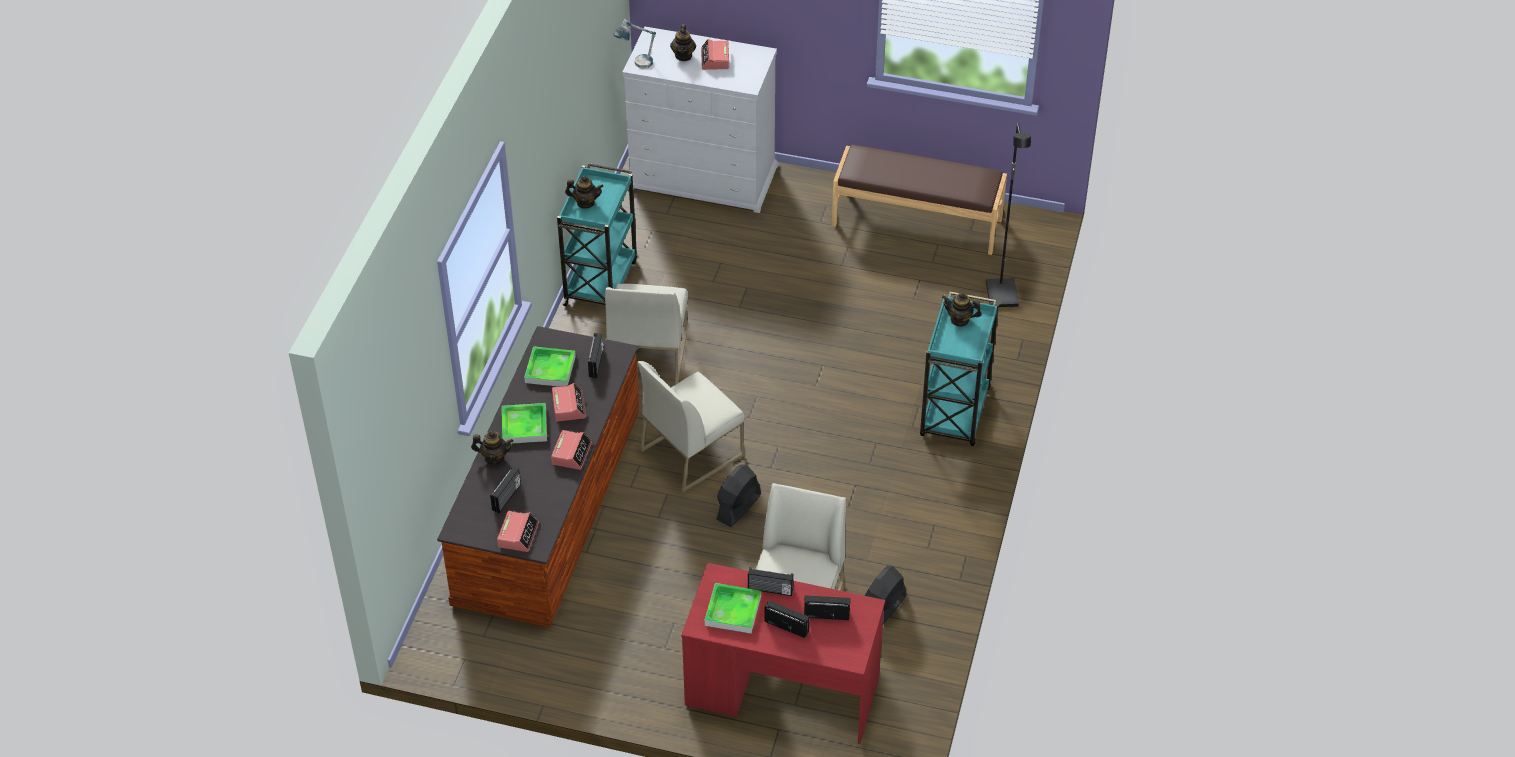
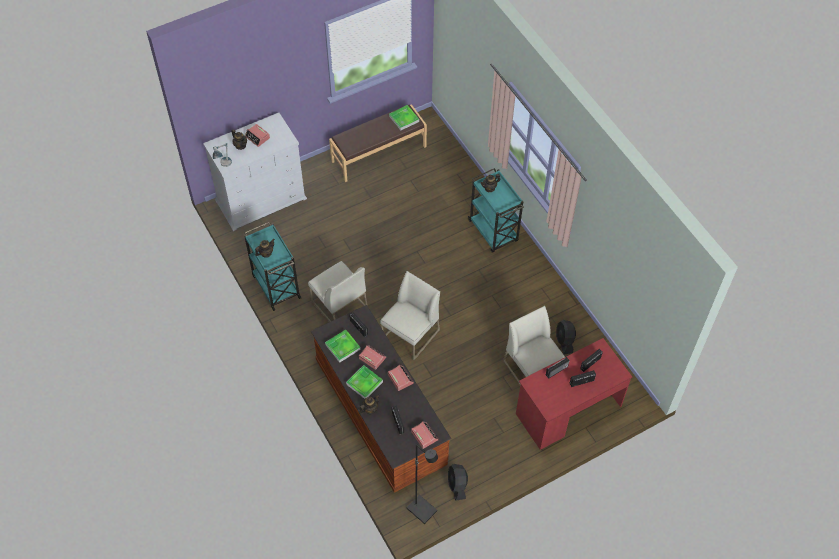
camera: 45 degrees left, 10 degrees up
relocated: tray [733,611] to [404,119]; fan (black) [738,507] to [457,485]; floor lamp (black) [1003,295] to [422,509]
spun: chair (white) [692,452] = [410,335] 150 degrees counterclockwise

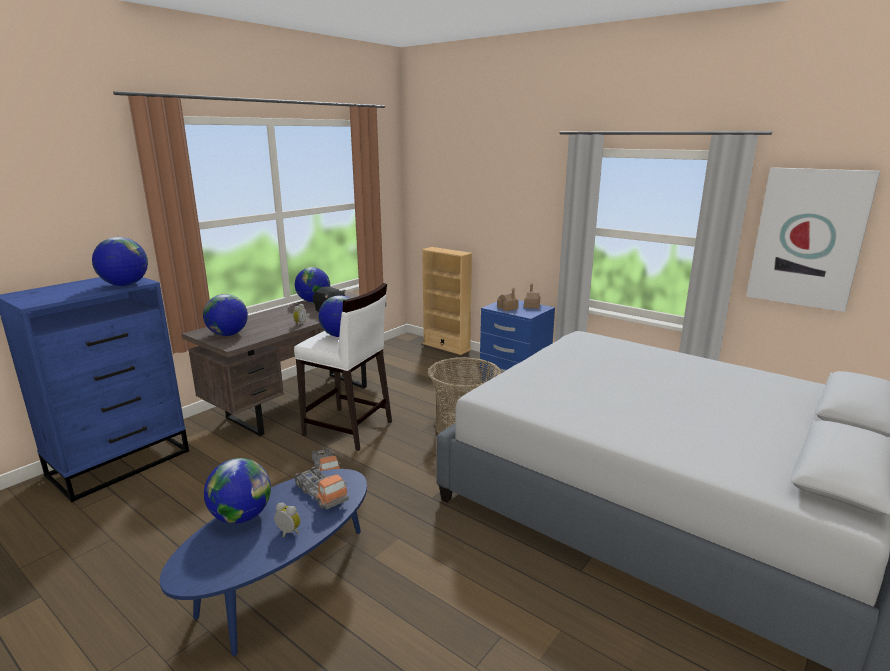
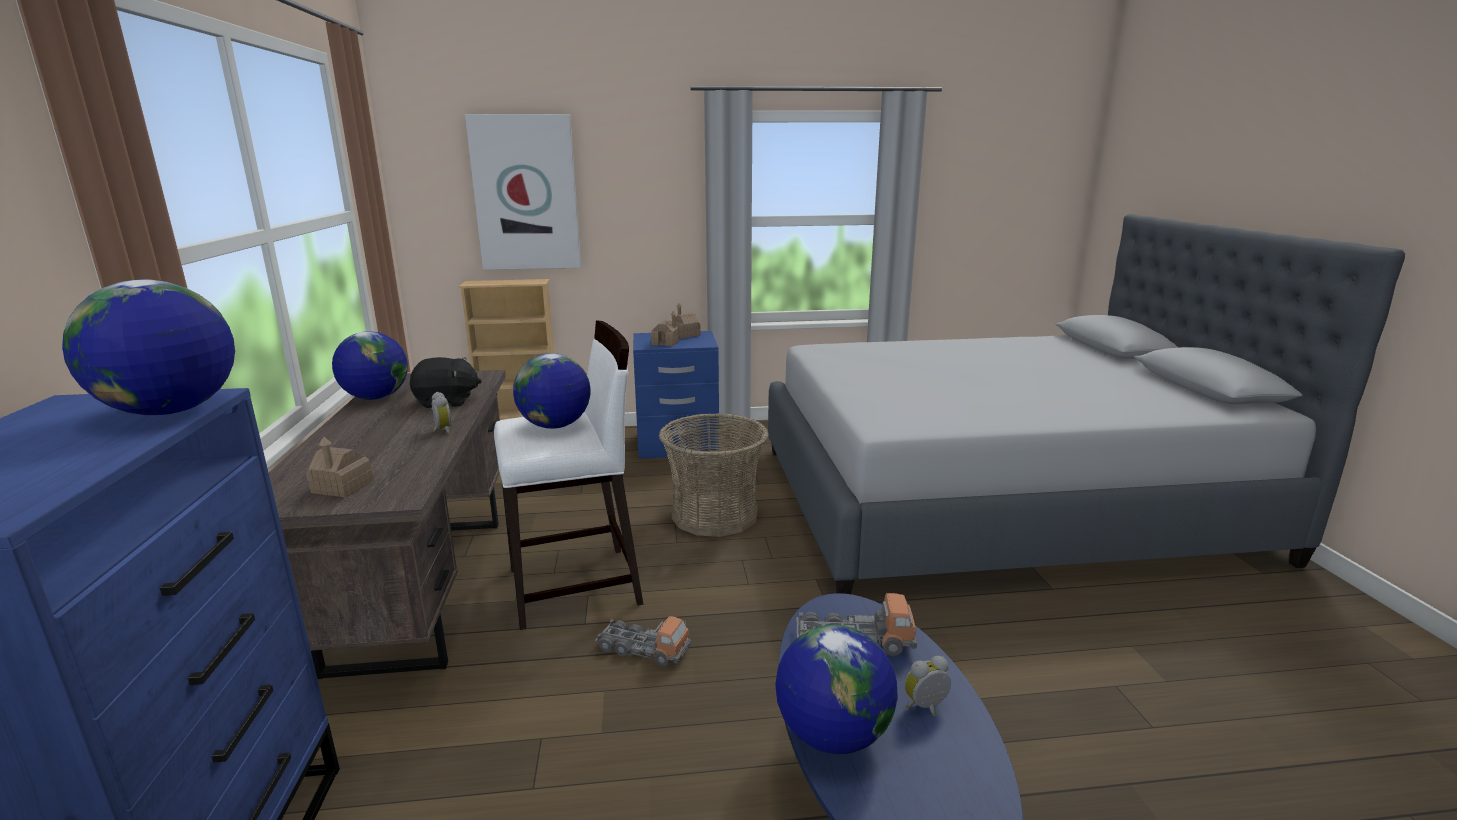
camera: 45 degrees left, 0 degrees up
relocated: picture [808,238] to [526,193]
exchanged: globe [228,334] to toy house [342,487]

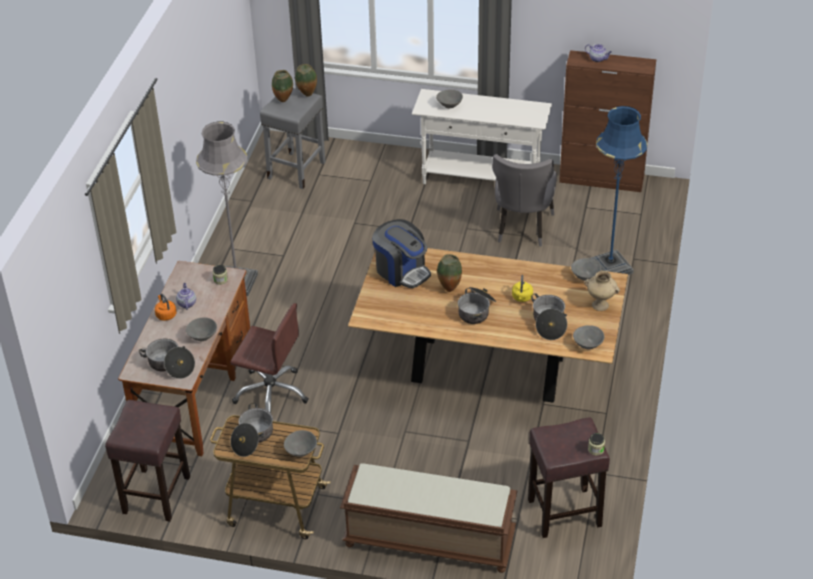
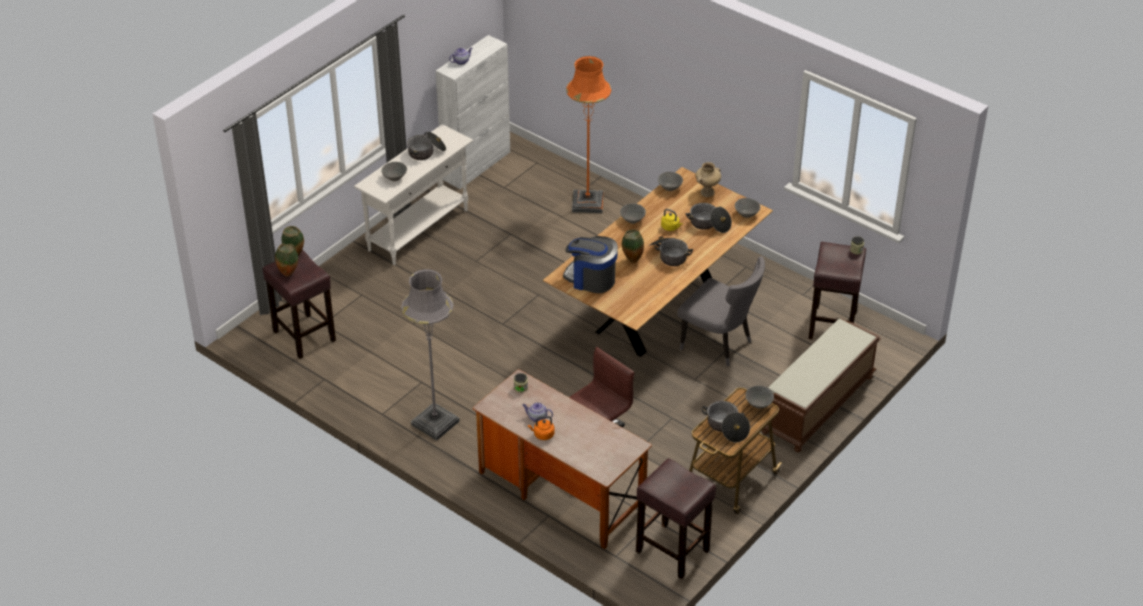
camera: 65 degrees left, 0 degrees up
relocated: cooking pot [170,365] to [426,152]; bowl (grey) [202,337] to [632,220]; chair (grey) [522,229] to [719,344]
colour: stool (grey) [297,169] to stool (brown) [303,335]; cabinet (brown) [602,179] to cabinet (white) [476,165]; floor lamp (blue) [610,267] to floor lamp (orange) [587,203]
spun: coffee machine [401,271] = [591,279] 135 degrees counterclockwise

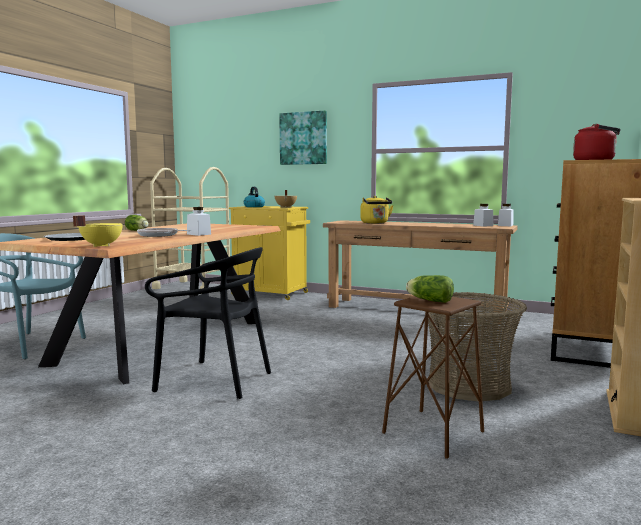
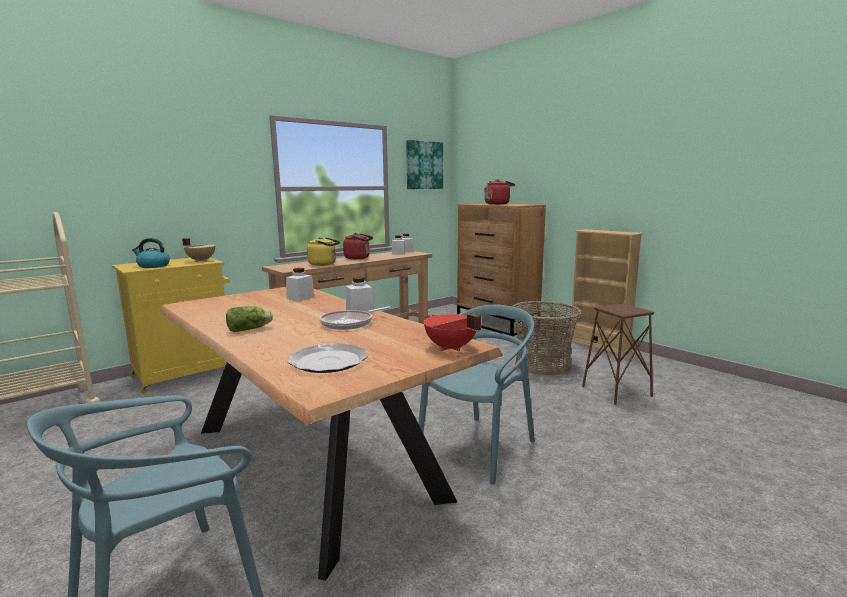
camera: 65 degrees left, 5 degrees up
missing: lettuce [428,300]
appeared: jar (white) [300,298]; kettle (red) [358,258]
relocated: picture [303,138] to [424,165]
colour: cooking pot (yellow) [100,245] to cooking pot (red) [450,348]; chair (black) [214,380] to chair (turquoise) [478,447]

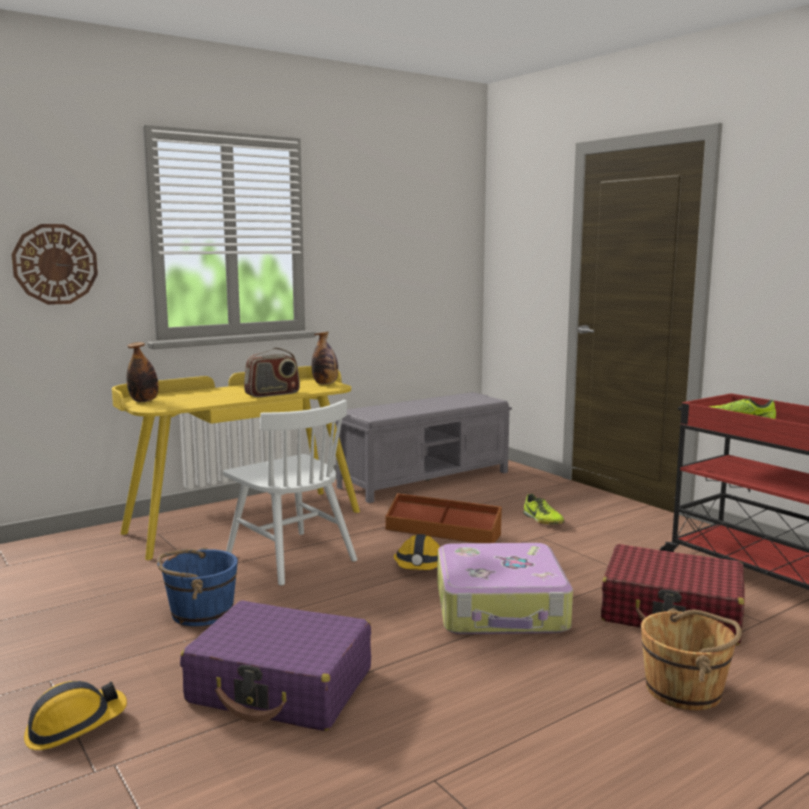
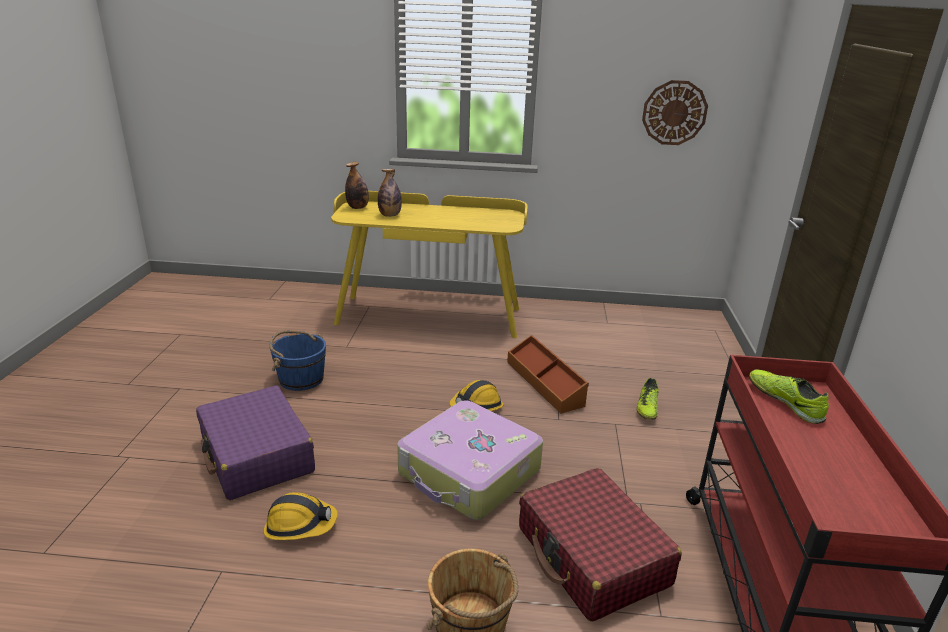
camera: 40 degrees right, 15 degrees up
missing: chair (white) [290,557]; radio [272,394]; bench (grey) [426,479]
relocated: wall clock [55,264] to [674,113]; hard hat [74,726] to [300,525]; bottle [325,384] to [390,215]

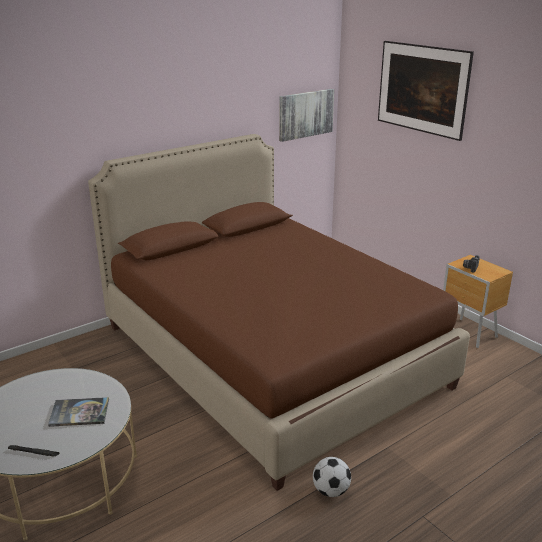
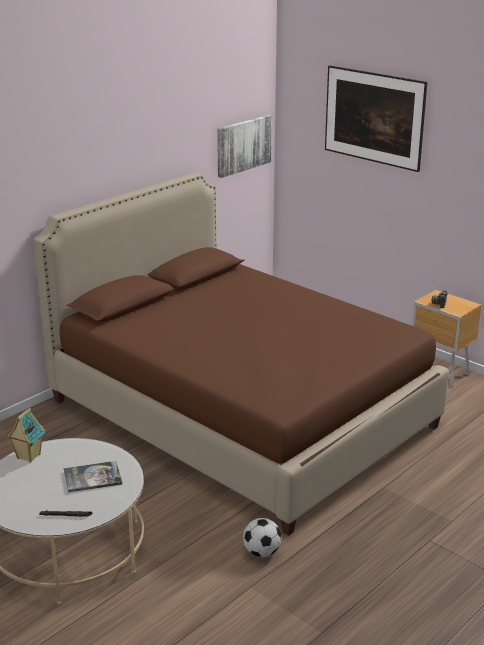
camera: 10 degrees left, 0 degrees up
appeared: toy house [28,456]
relocated: football [331,491] to [262,552]

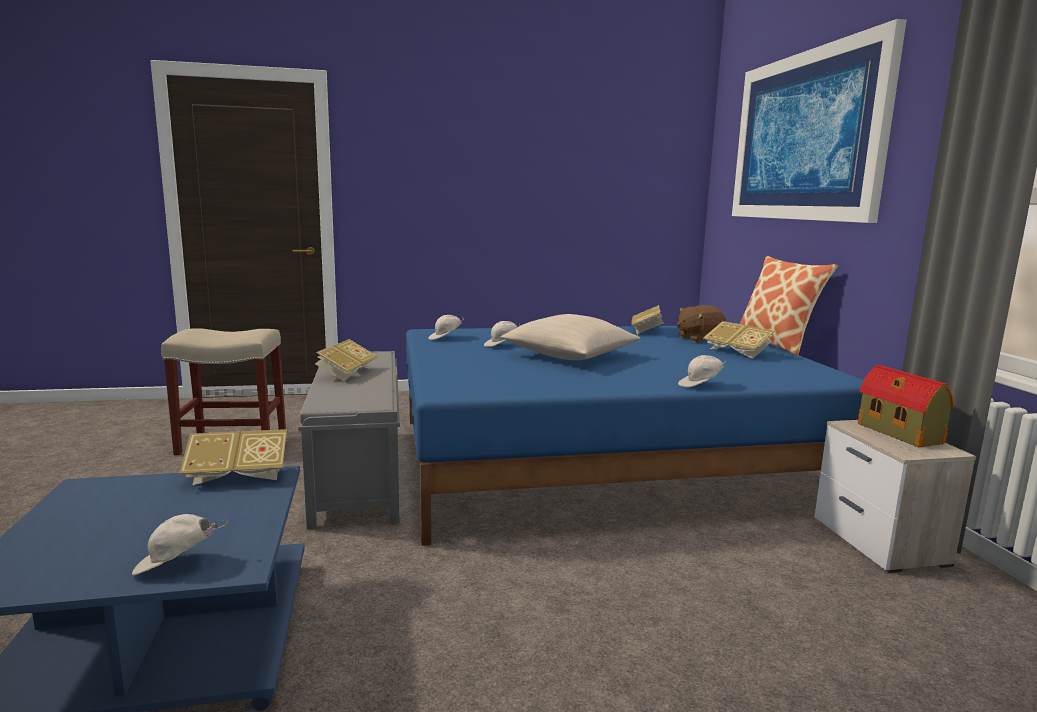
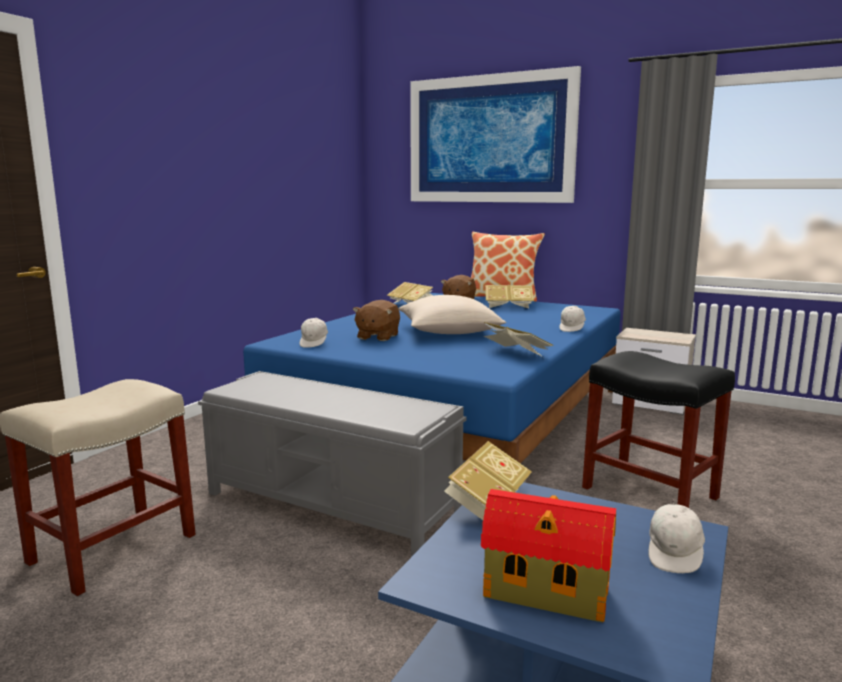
camera: 50 degrees left, 0 degrees up
appeared: stool (black) [651,493]
relocated: book [347,374] to [515,353]; toy house [900,434] to [549,594]
exchanged: cap (white) [502,345] to plush toy (brown) [377,337]

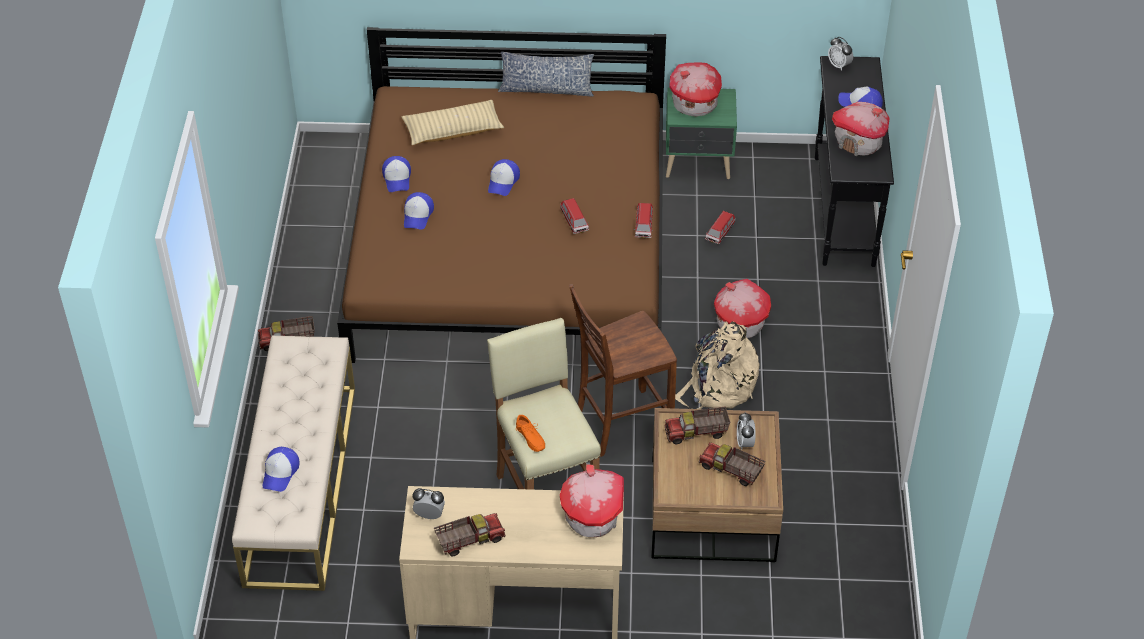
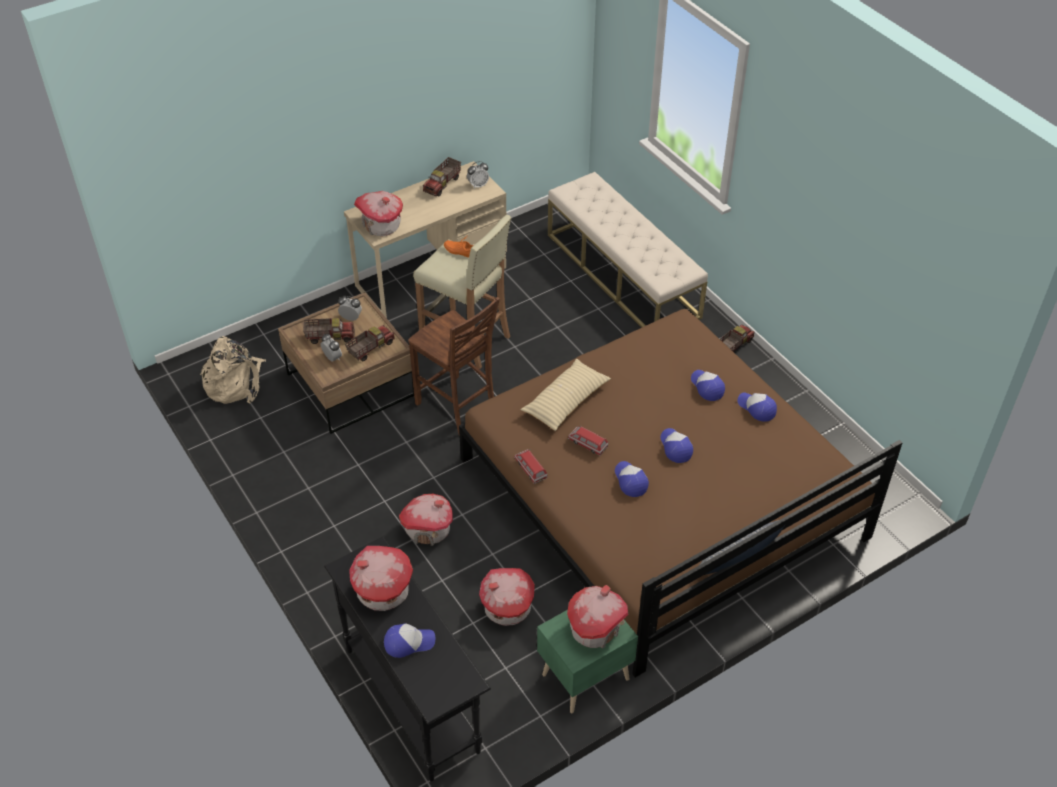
camera: 145 degrees right, 0 degrees up
relocated: cap [280,472] to [630,481]; pillow (beige) [453,130] to [566,401]; backpack (beige) [717,386] to [235,383]; alarm clock [839,65] to [351,318]
exchanged: toy car [720,232] to toy house [507,609]
spun: chair (brown) [620,424] = [457,408] 105 degrees clockwise

